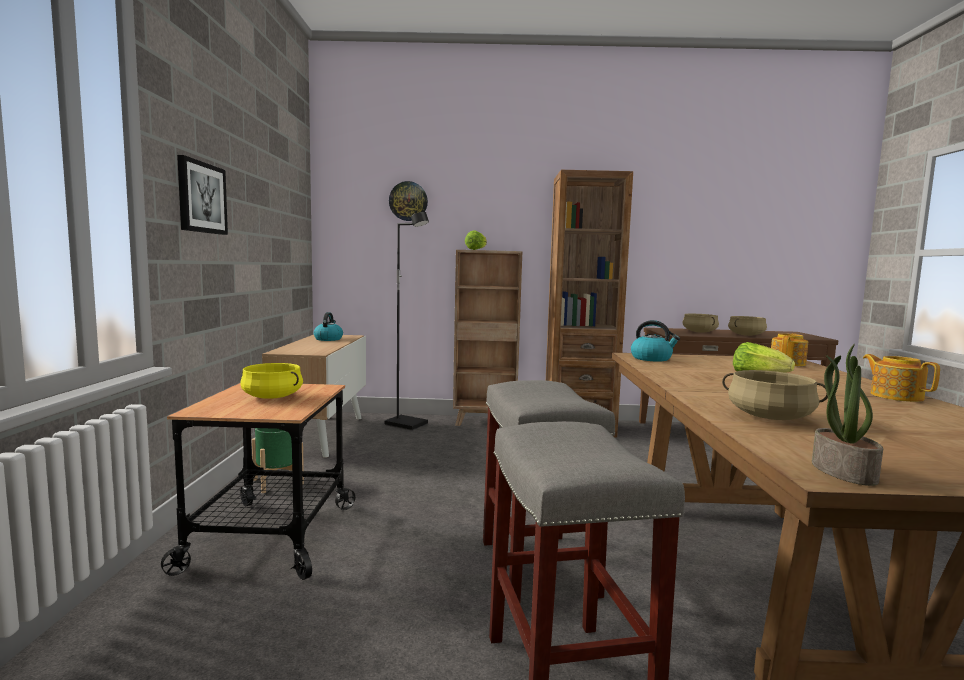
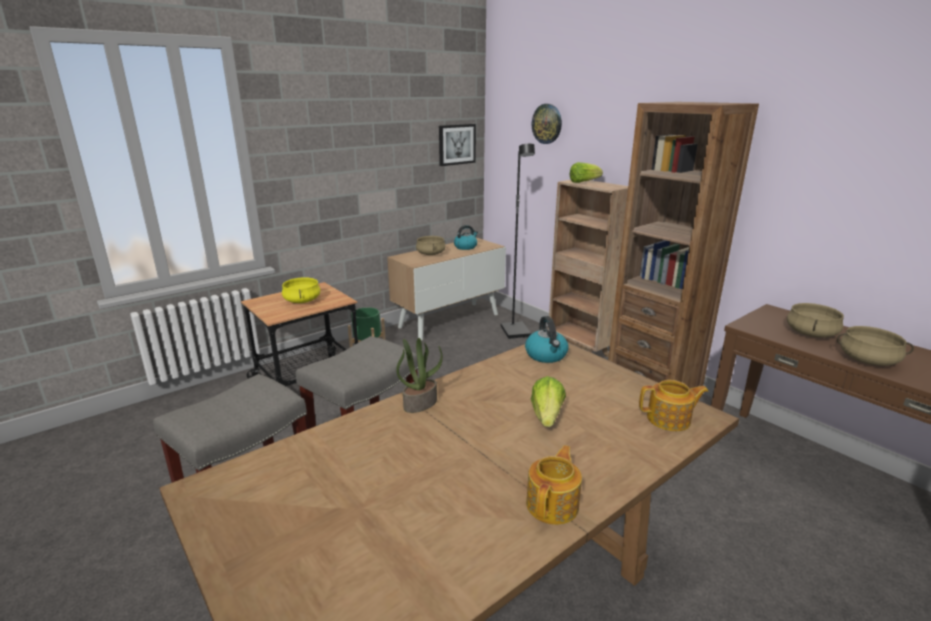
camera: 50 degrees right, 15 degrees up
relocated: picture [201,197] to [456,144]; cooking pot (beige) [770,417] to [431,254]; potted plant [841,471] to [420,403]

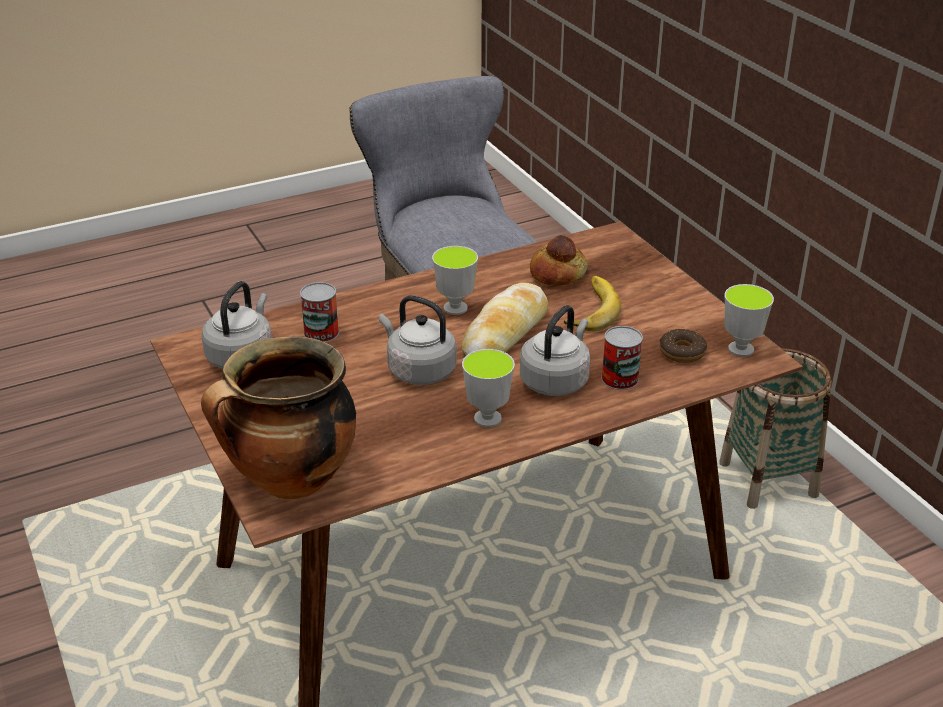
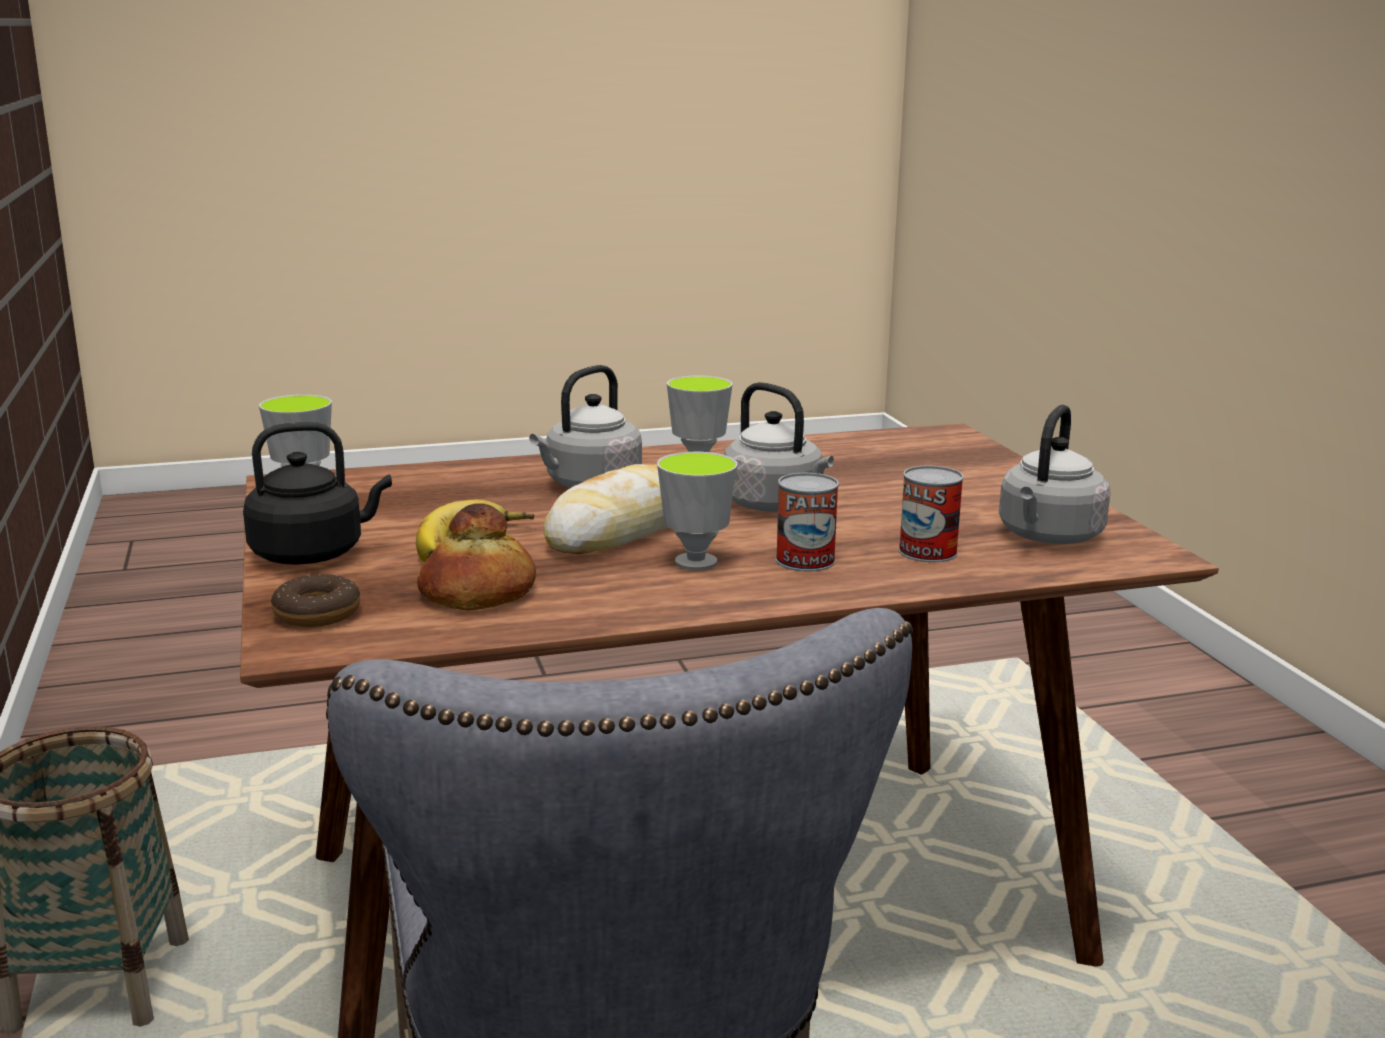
camera: 170 degrees left, 15 degrees down
missing: cooking pot [291,482]
appeared: kettle (black) [313,554]
relocated: can [620,379] to [805,560]; donut [682,352] to [317,614]

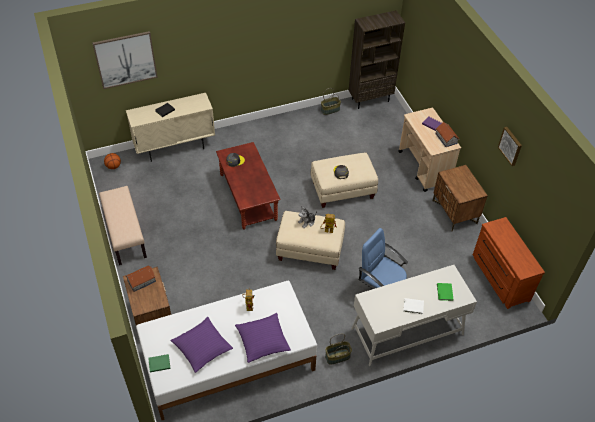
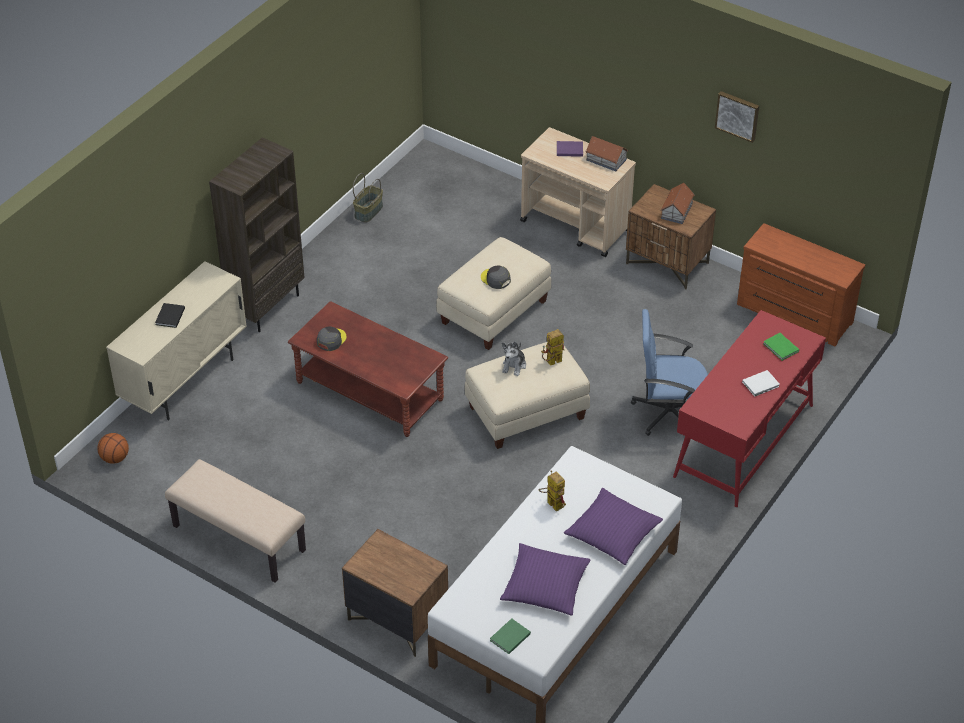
camera: 35 degrees left, 5 degrees down
missing: picture [125,59]; basket [337,357]
relocated: toy house [142,281] to [677,210]; bookcase (brown) [370,99] to [266,307]
colour: desk (white) [407,331] to desk (red) [743,440]

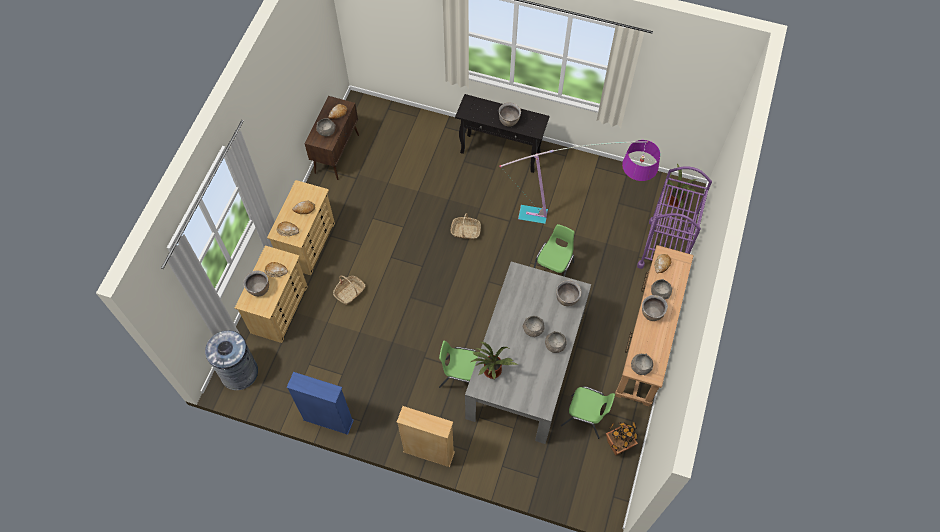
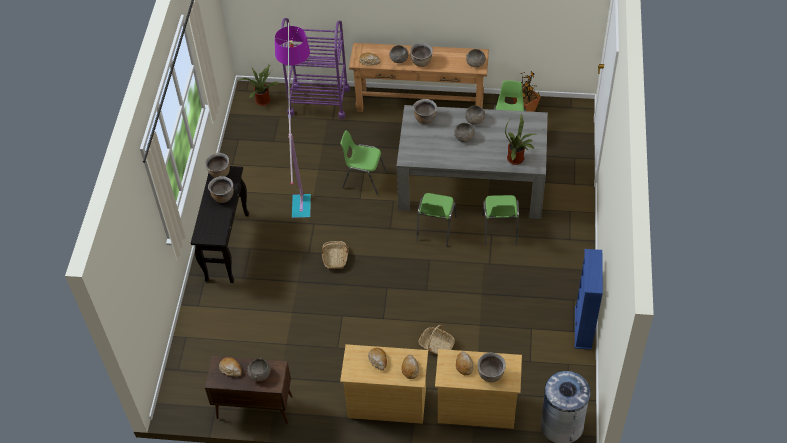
camera: 100 degrees left, 10 degrees down
missing: bookcase (beige) [429,452]
appeared: cooking pot (brown) [219,173]; chair (green) [435,229]

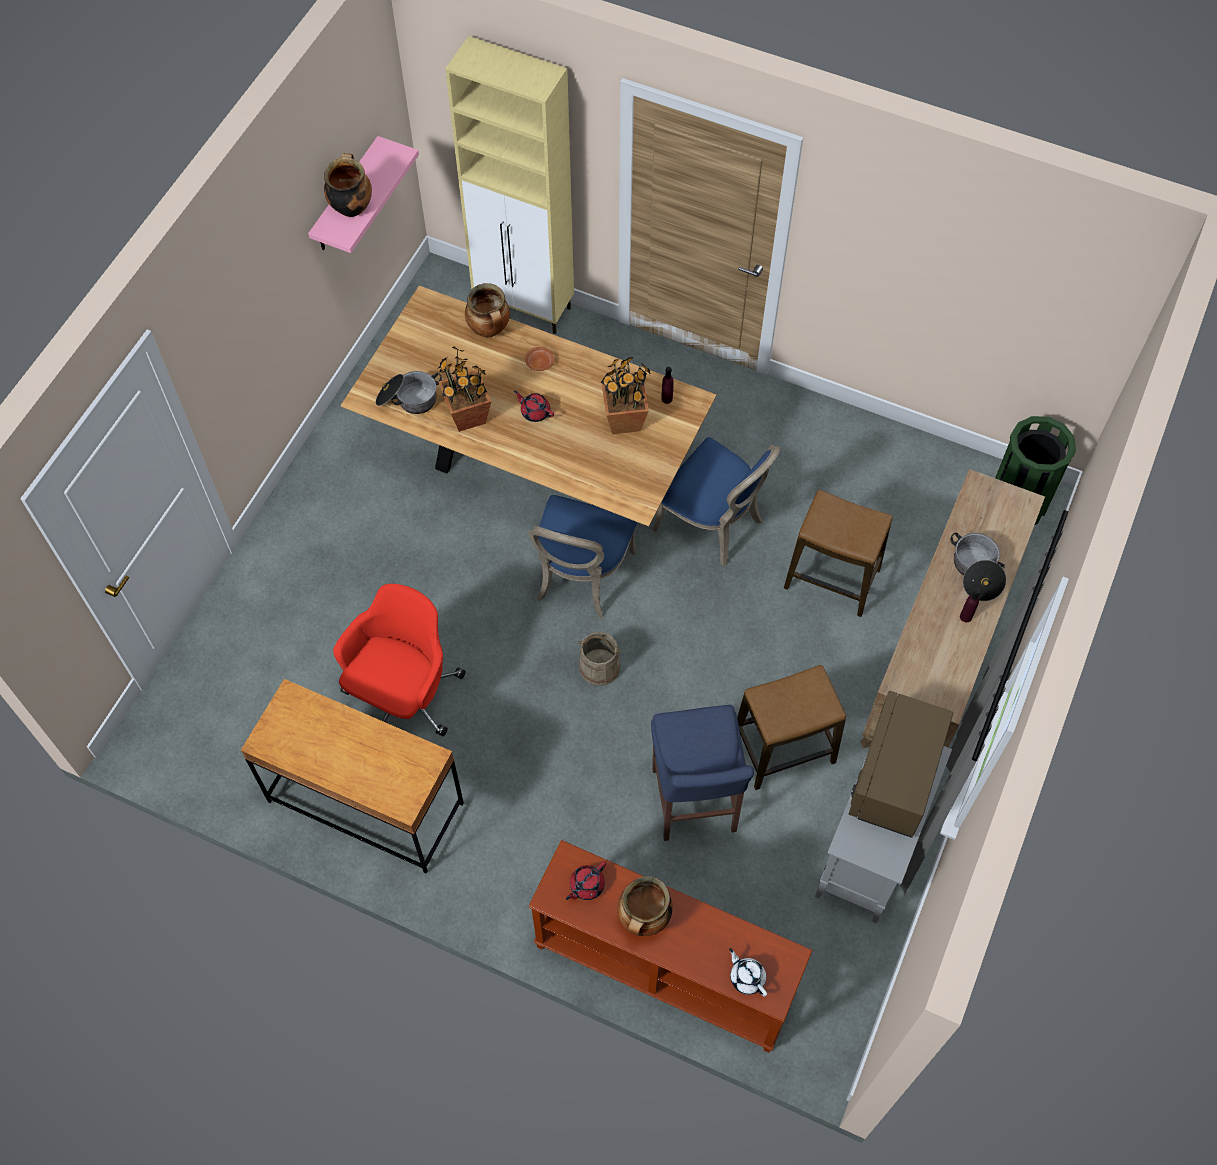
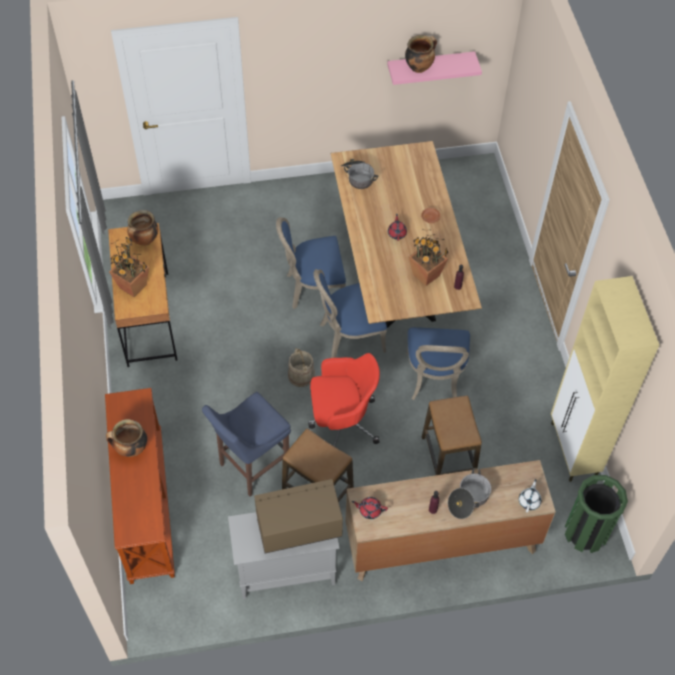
camera: 55 degrees right, 5 degrees down
appeared: chair (blue) [313,288]
relocated: office chair (red) [404,696] to [342,422]; potted plant [468,417] to [133,287]; cabinet (beige) [525,307] to [573,451]; cooking pot [489,329] to [144,241]; teapot (red) [586,885] to [369,510]; teapot (white) [747,977] to [529,501]

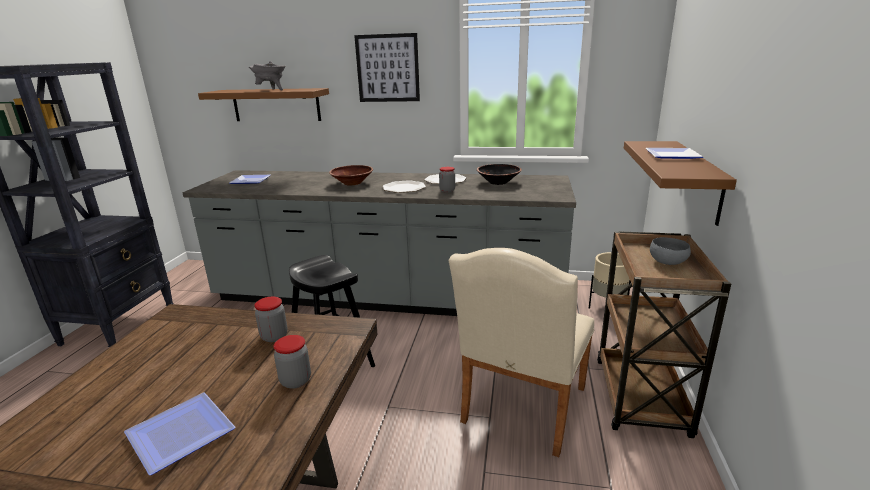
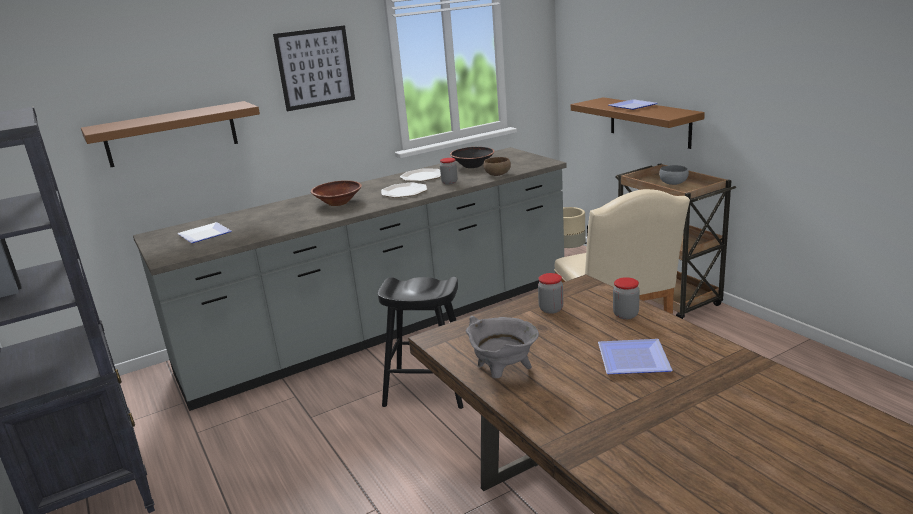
camera: 40 degrees left, 0 degrees up
appeared: bowl (brown) [497,174]
relocated: cooking pot (grey) [271,90] to [503,374]

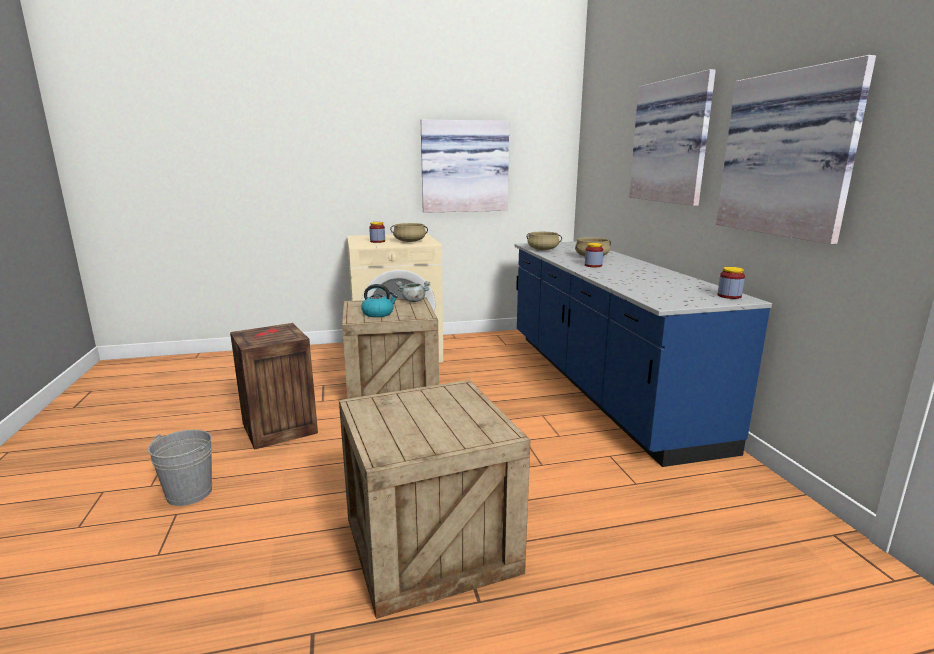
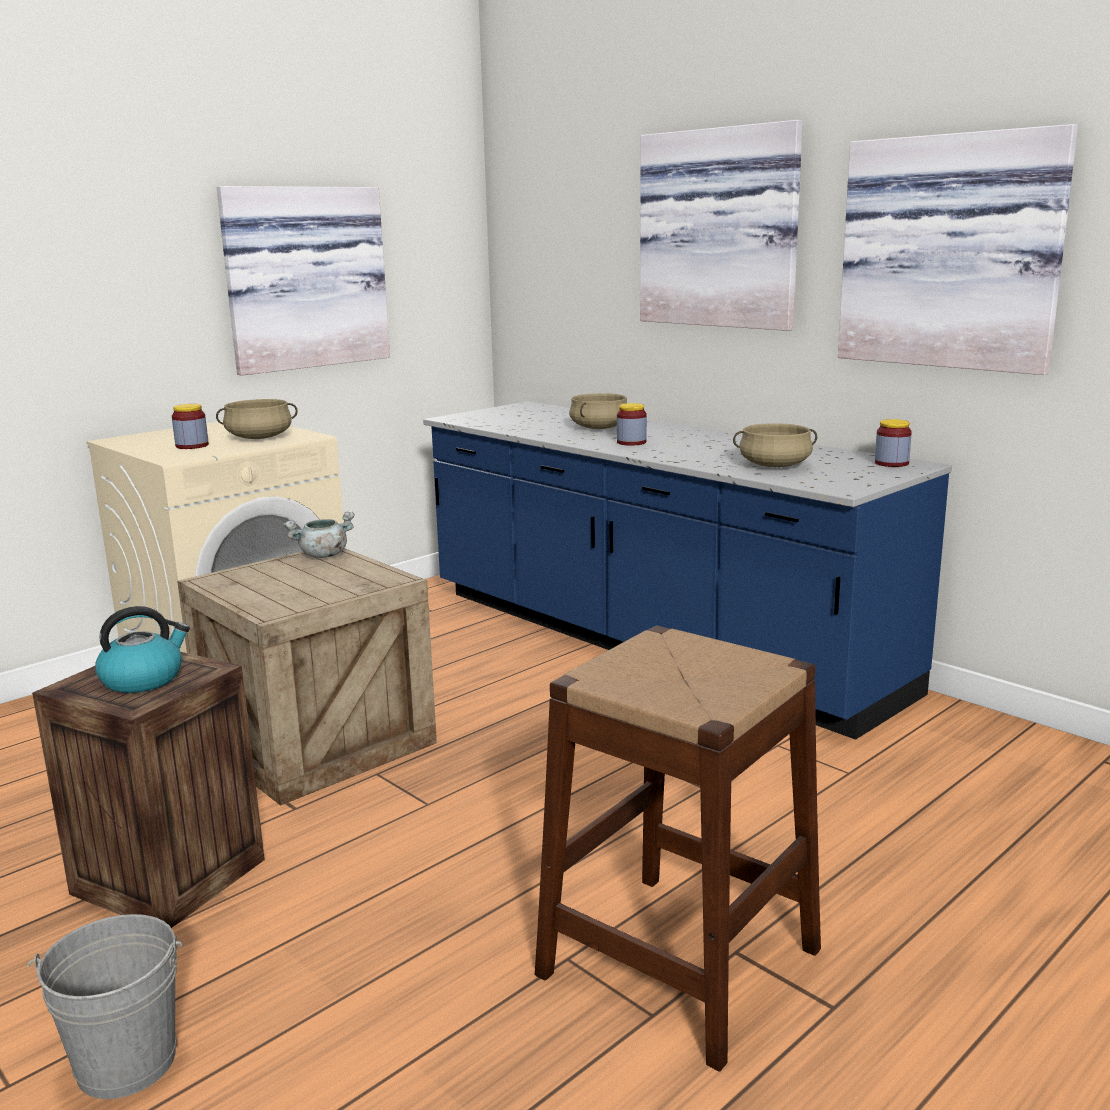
camera: 30 degrees left, 0 degrees up
relocated: kettle [378,313] to [143,679]; cooking pot (beige) [543,249] to [775,465]
exchanged: crate [430,544] to stool (brown) [679,961]

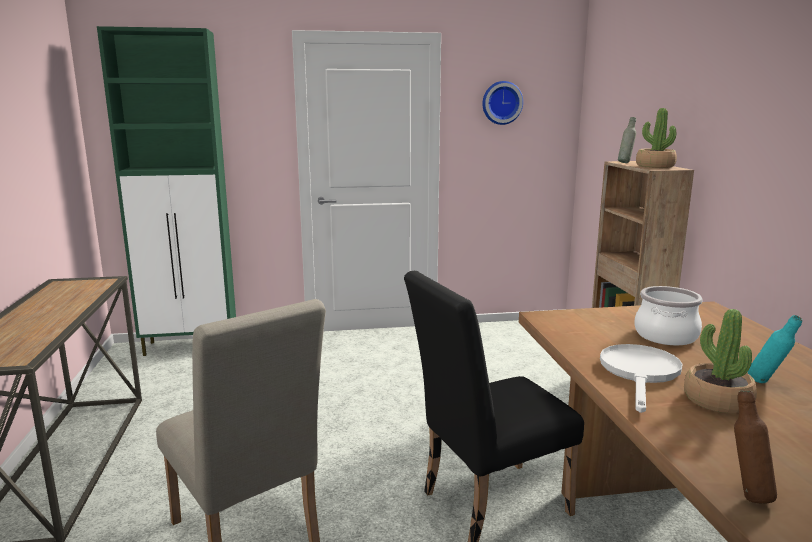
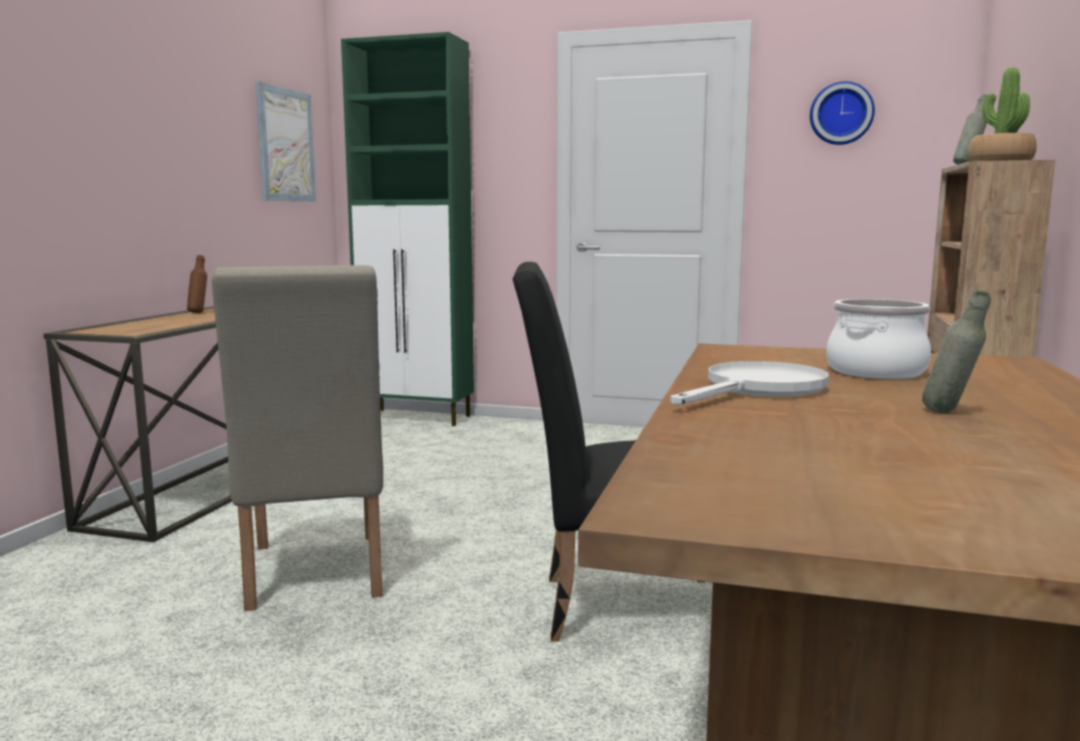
camera: 25 degrees right, 5 degrees down
missing: potted plant [717,400]
appeared: picture [285,145]
relocated: bottle (brown) [747,494] to [199,312]
colour: bottle (turquoise) [767,383] to bottle (grey) [950,414]

